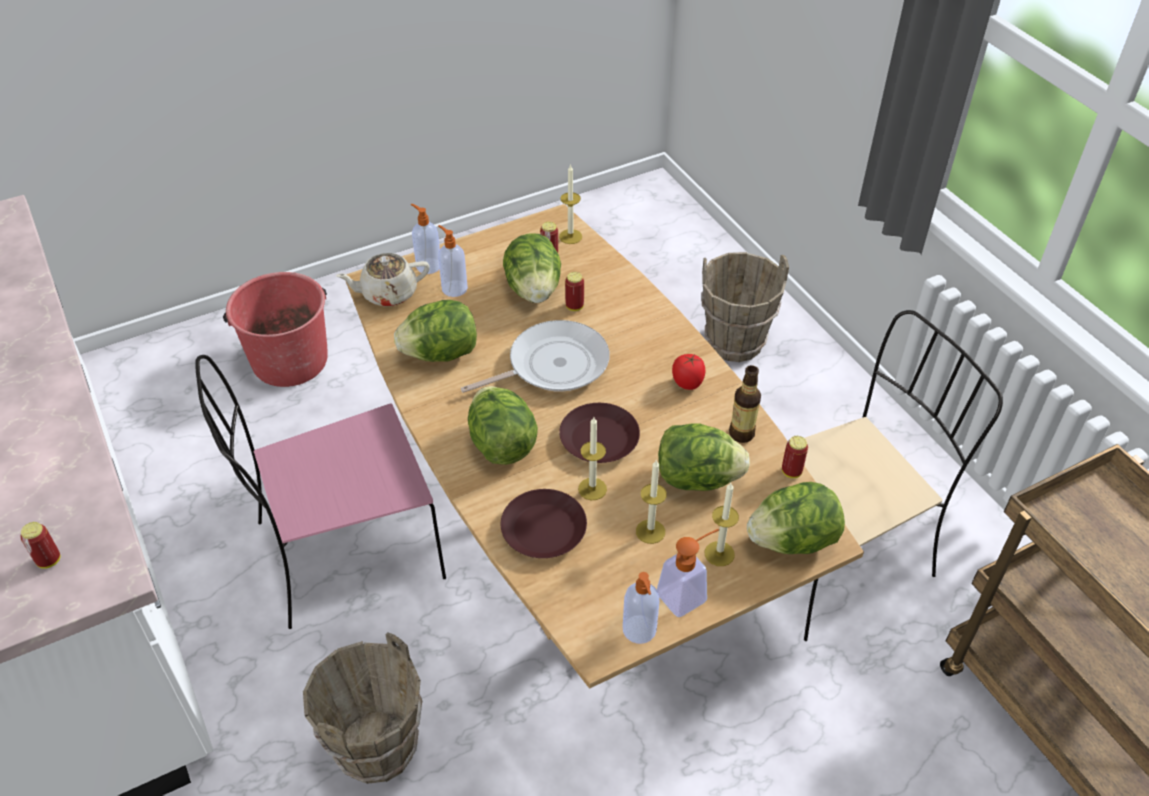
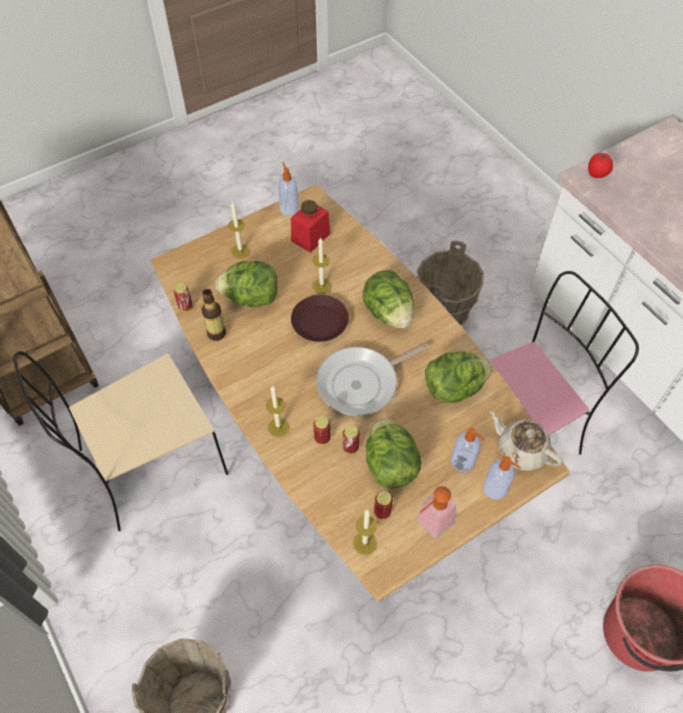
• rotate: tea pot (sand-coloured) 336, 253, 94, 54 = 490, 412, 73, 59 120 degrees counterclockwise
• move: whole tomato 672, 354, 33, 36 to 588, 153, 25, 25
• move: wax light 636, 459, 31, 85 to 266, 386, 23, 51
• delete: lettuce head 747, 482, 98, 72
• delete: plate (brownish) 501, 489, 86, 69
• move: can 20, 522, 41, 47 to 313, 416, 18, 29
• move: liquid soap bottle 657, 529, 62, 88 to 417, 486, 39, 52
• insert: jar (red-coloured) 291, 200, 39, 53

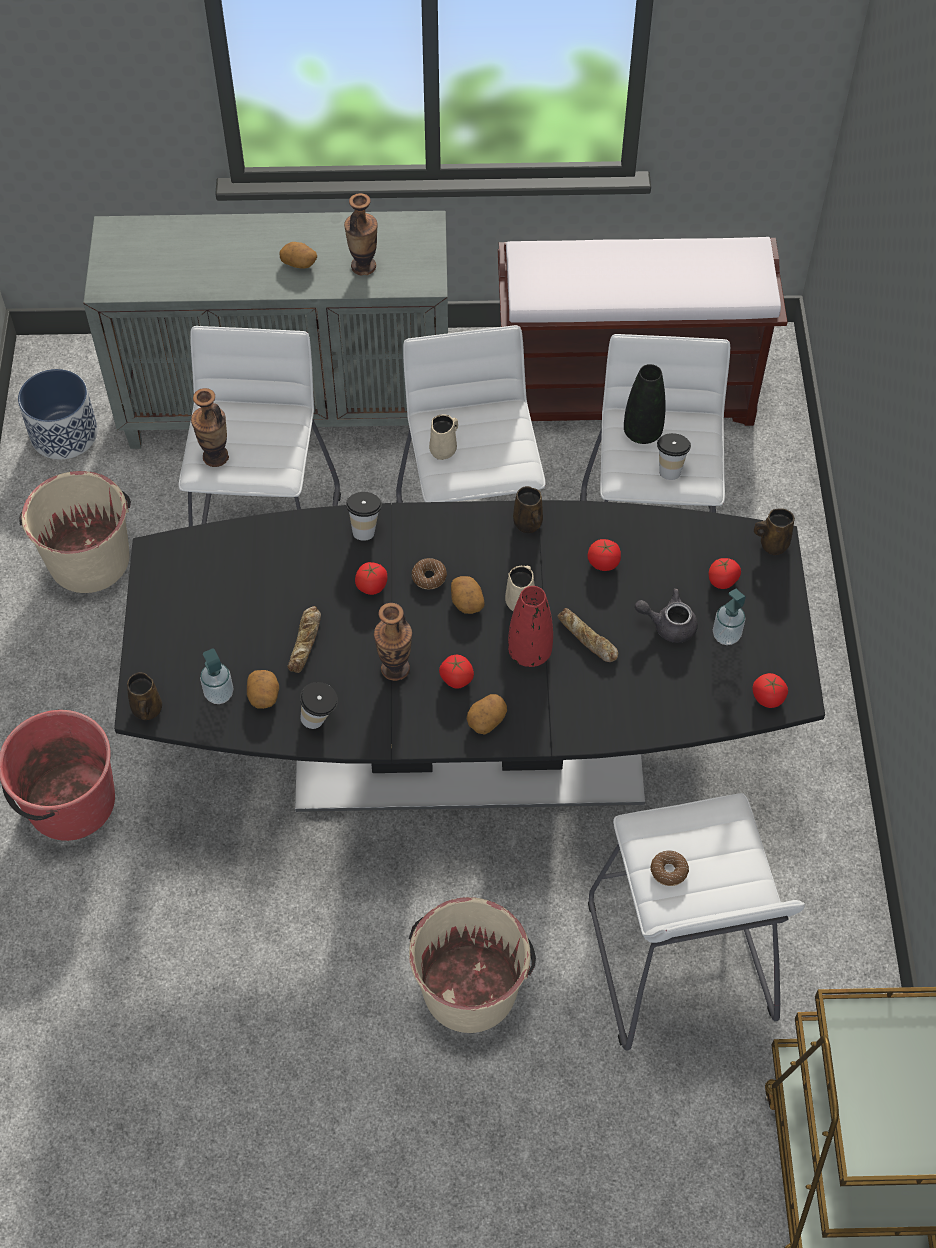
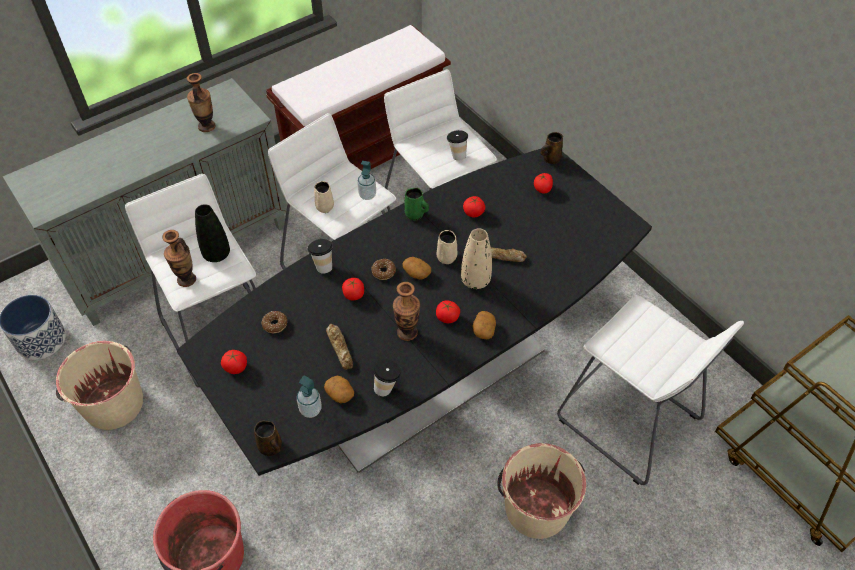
• delete: whole potato 279, 242, 38, 26
• move: vase (black-coloured) 624, 364, 42, 80 to 195, 204, 35, 58
• recolor: mug (brownish) 513, 486, 30, 47 to mug (green) 404, 188, 25, 33
• recolor: vase (red-coloured) 508, 586, 45, 81 to vase (sand-coloured) 461, 228, 31, 61
• delete: tea pot (gray) 635, 588, 63, 55
• move: liquid soap bottle 713, 589, 33, 56 to 357, 161, 19, 39
• move: whole tomato 752, 673, 36, 35 to 221, 350, 26, 24
• move: donut 650, 850, 39, 36 to 261, 311, 26, 22

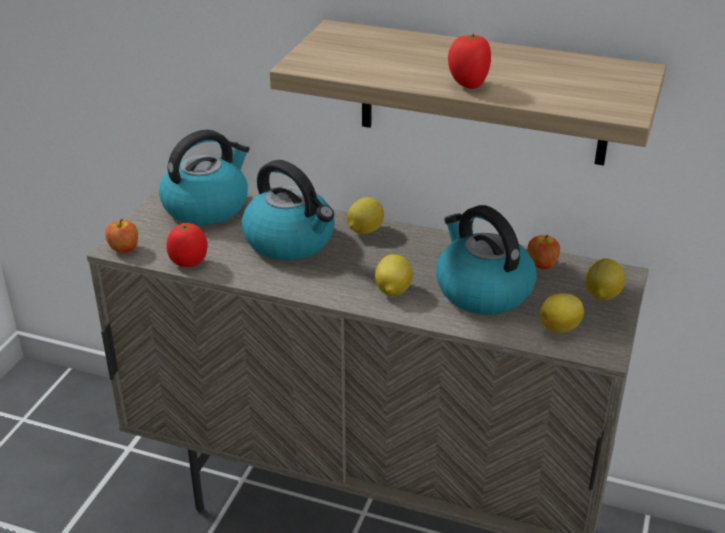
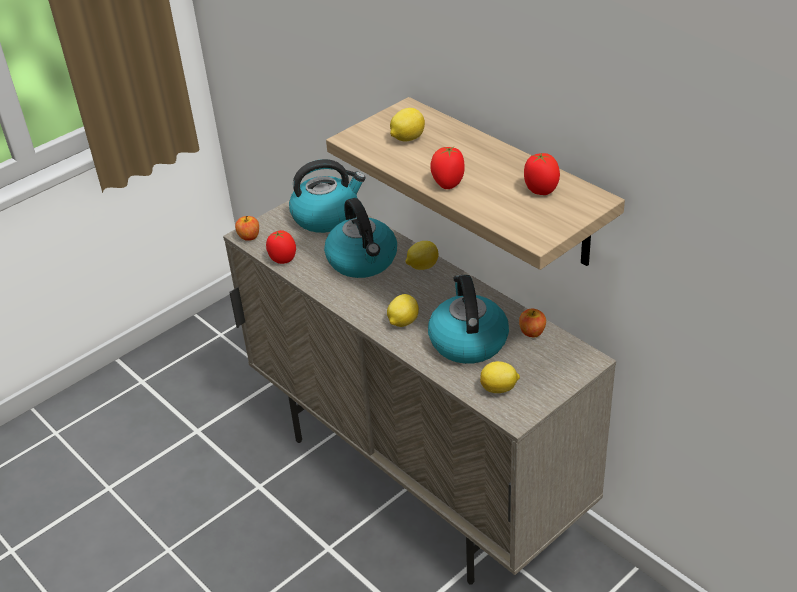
• move: citrus fruit 586, 259, 39, 41 to 390, 108, 35, 34
• insert: whole tomato 524, 153, 36, 42

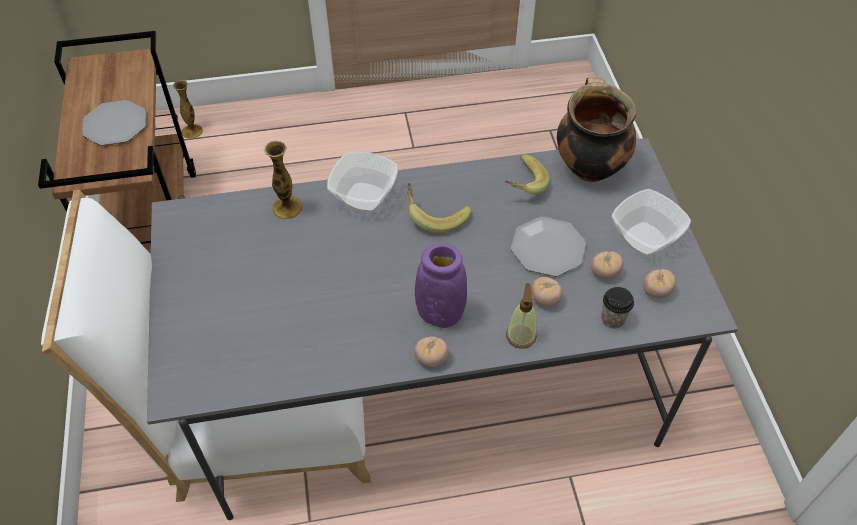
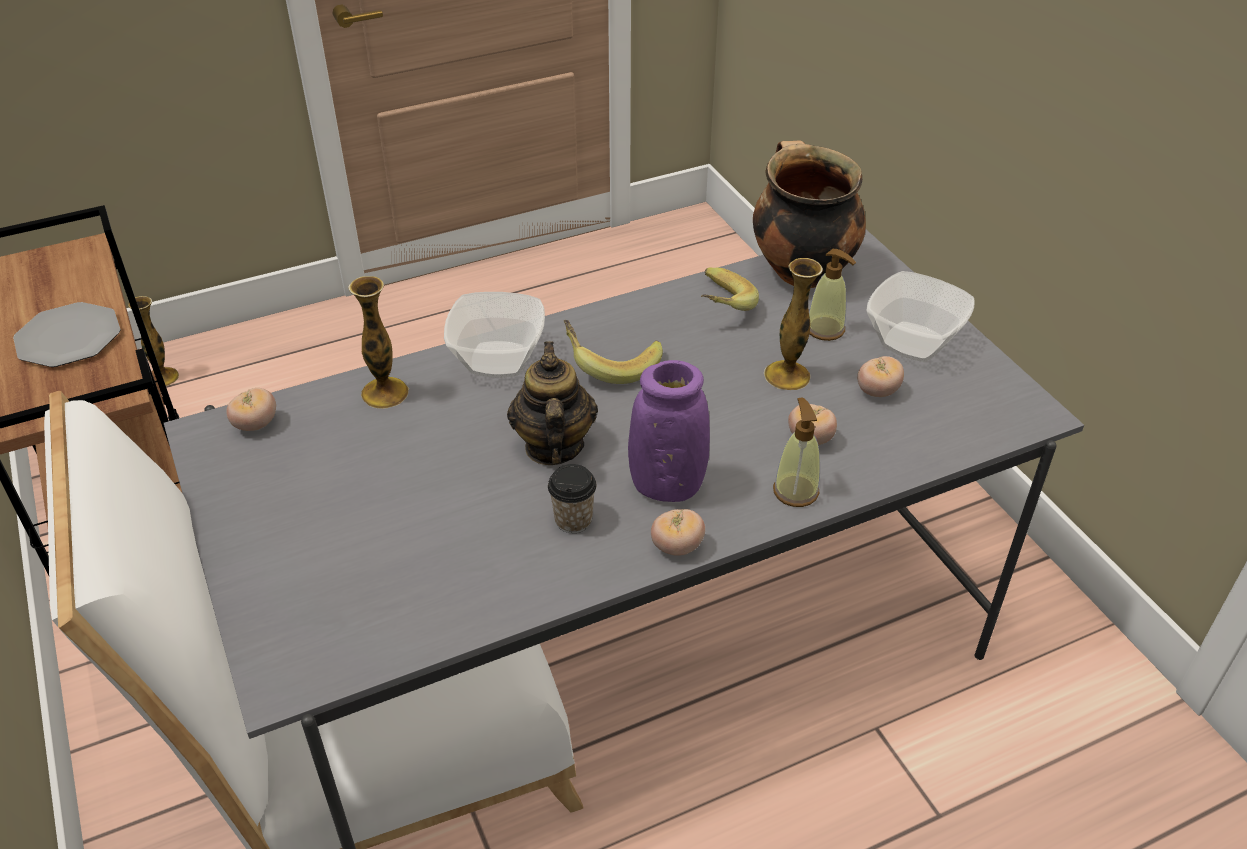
• replace: plate 511, 217, 75, 60 to vase 764, 258, 59, 132
• move: whole tomato 643, 269, 33, 29 to 226, 388, 50, 43
• move: drinking cup 601, 287, 33, 41 to 548, 464, 49, 69
• insert: liquid soap bottle 809, 249, 47, 92
• insert: tea pot 507, 341, 91, 124

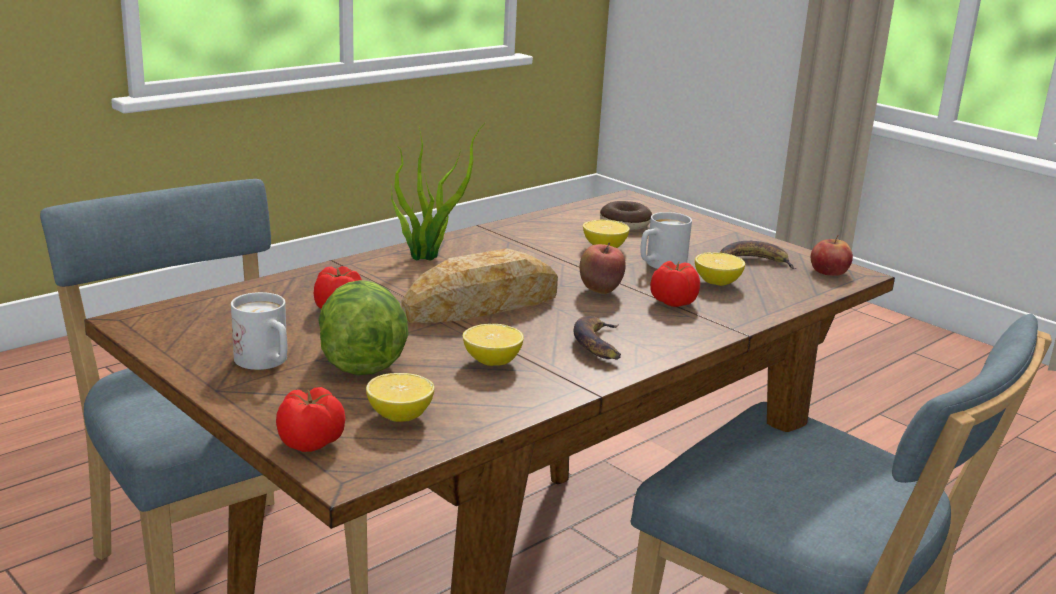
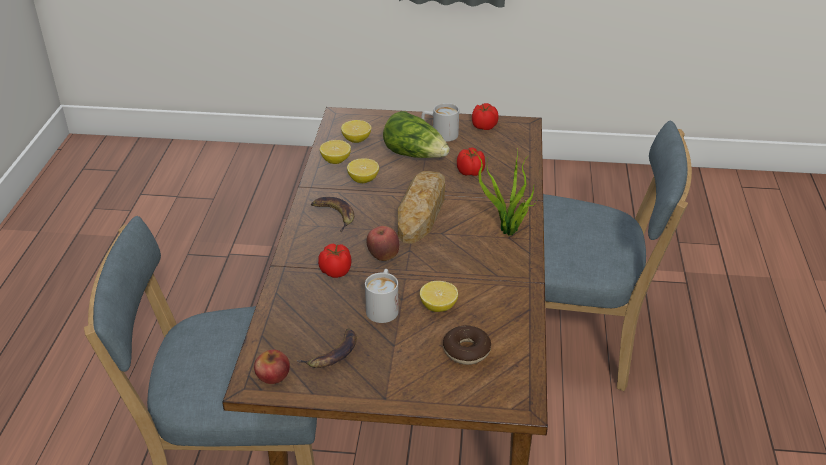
• move: citrus fruit 695, 252, 50, 34 to 320, 140, 31, 24
• move: whole tomato 276, 387, 70, 65 to 472, 103, 26, 27

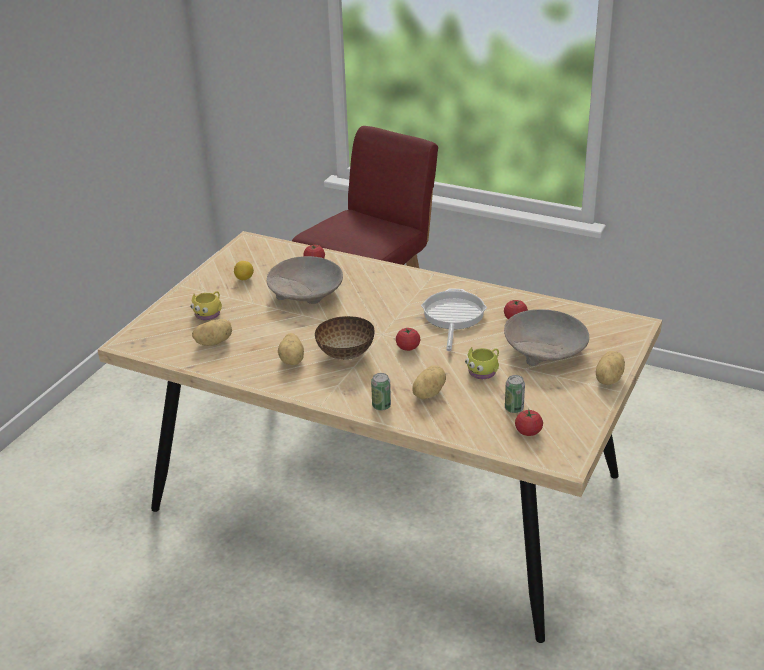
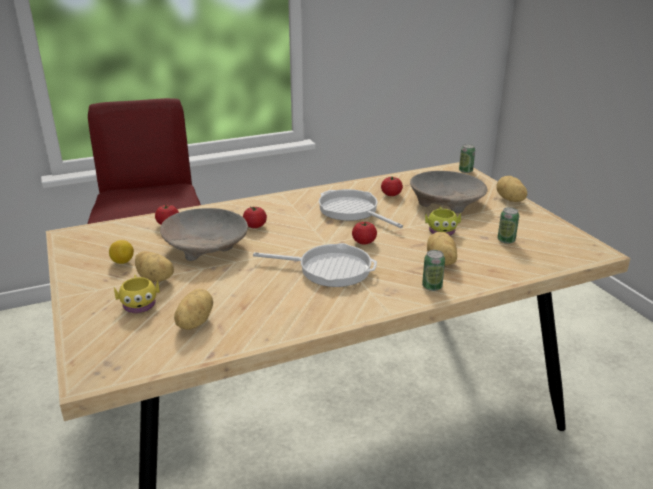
• replace: deep dish 315, 316, 60, 44 to pan 253, 243, 124, 44
• move: whole potato 278, 333, 26, 32 to 135, 251, 39, 31
• move: whole tomato 515, 409, 28, 27 to 243, 207, 24, 21
• insert: can 459, 144, 16, 29

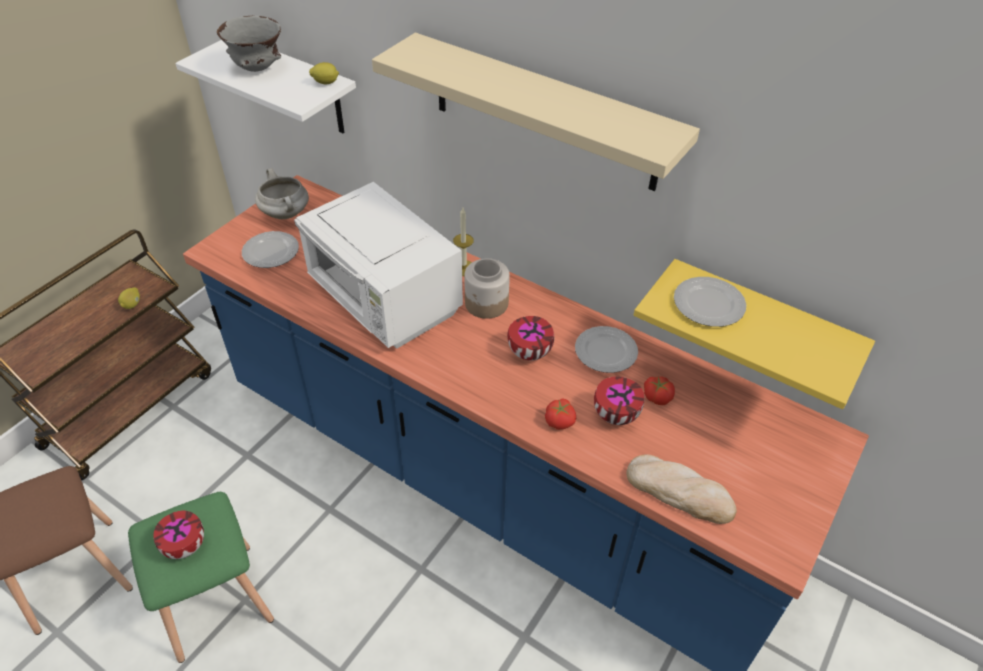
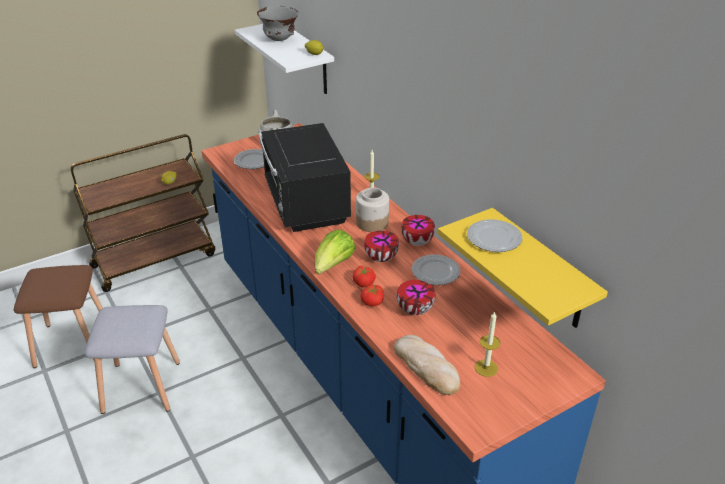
• delete: shelf (sand-coloured) 372, 33, 328, 158
• recolor: microwave (white-coloured) 294, 182, 169, 167 to microwave (black-coloured) 259, 123, 92, 109
• move: whole tomato 644, 377, 31, 28 to 353, 266, 23, 21
• recolor: stool (green) 128, 492, 146, 171 to stool (gray) 85, 305, 95, 109
• move: deep dish 153, 511, 51, 48 to 401, 215, 34, 31
• insert: lettuce head 315, 229, 40, 46
• insert: wax light 475, 311, 25, 66

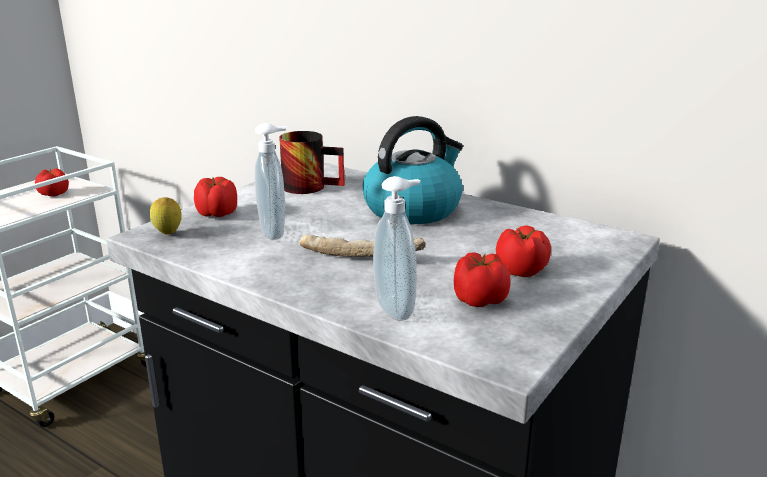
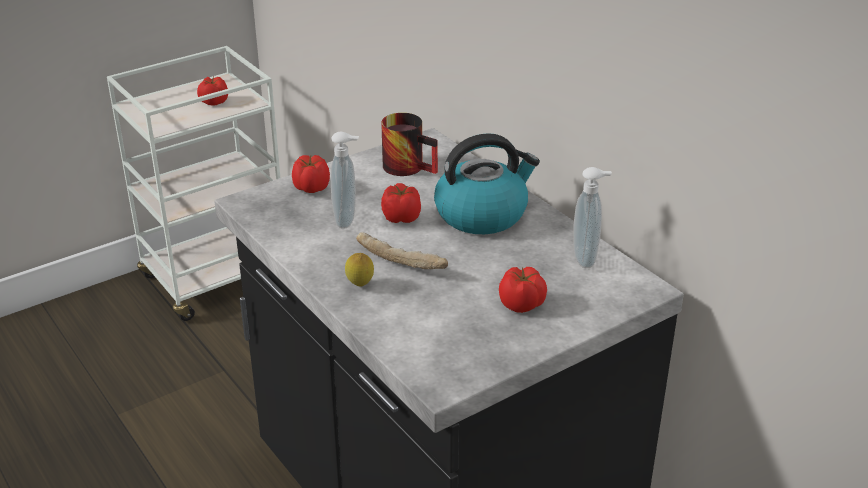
• move: liquid soap bottle 373, 176, 47, 145 to 573, 167, 39, 101
• move: citrus fruit 150, 197, 32, 38 to 345, 253, 29, 34
• move: whole tomato 454, 252, 57, 55 to 381, 183, 40, 40

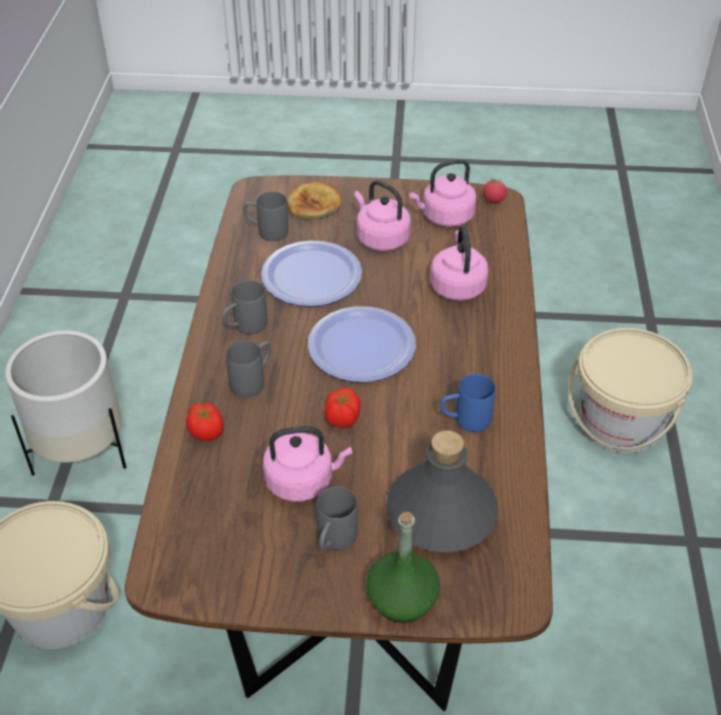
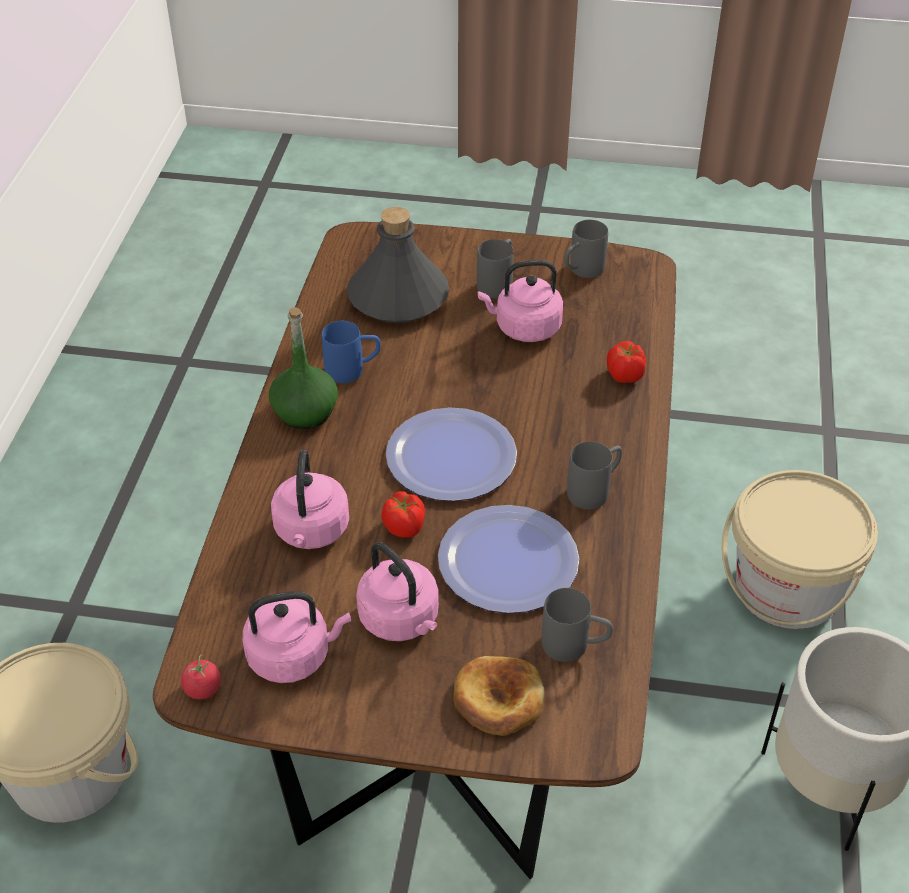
• move: mug (gray) 226, 340, 45, 58 to 564, 220, 44, 58
• move: whole tomato 325, 388, 36, 40 to 382, 491, 43, 47
• move: beverage bottle (green) 366, 512, 74, 111 to 269, 307, 69, 122

